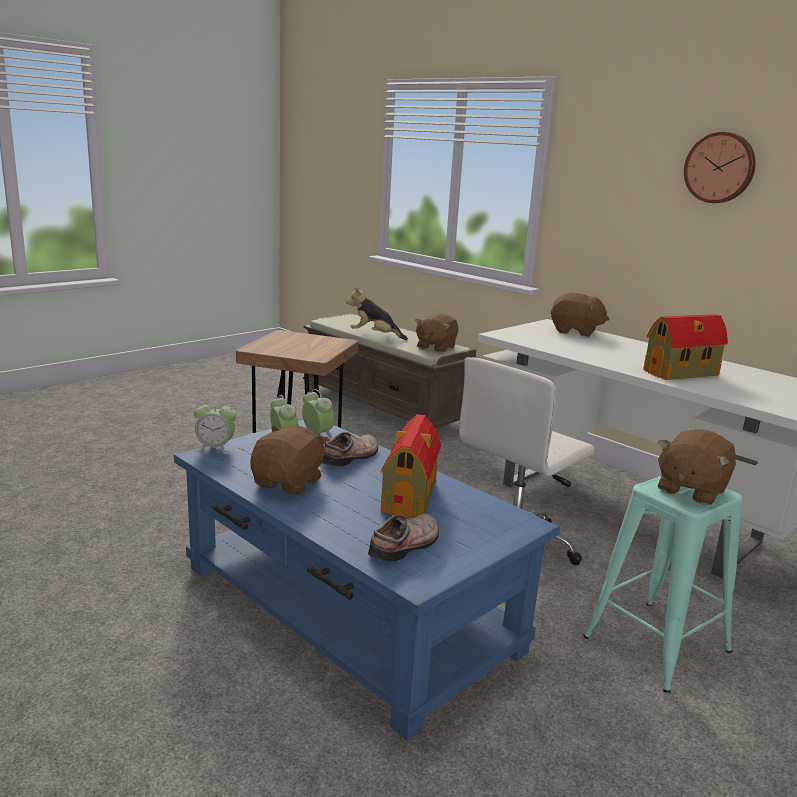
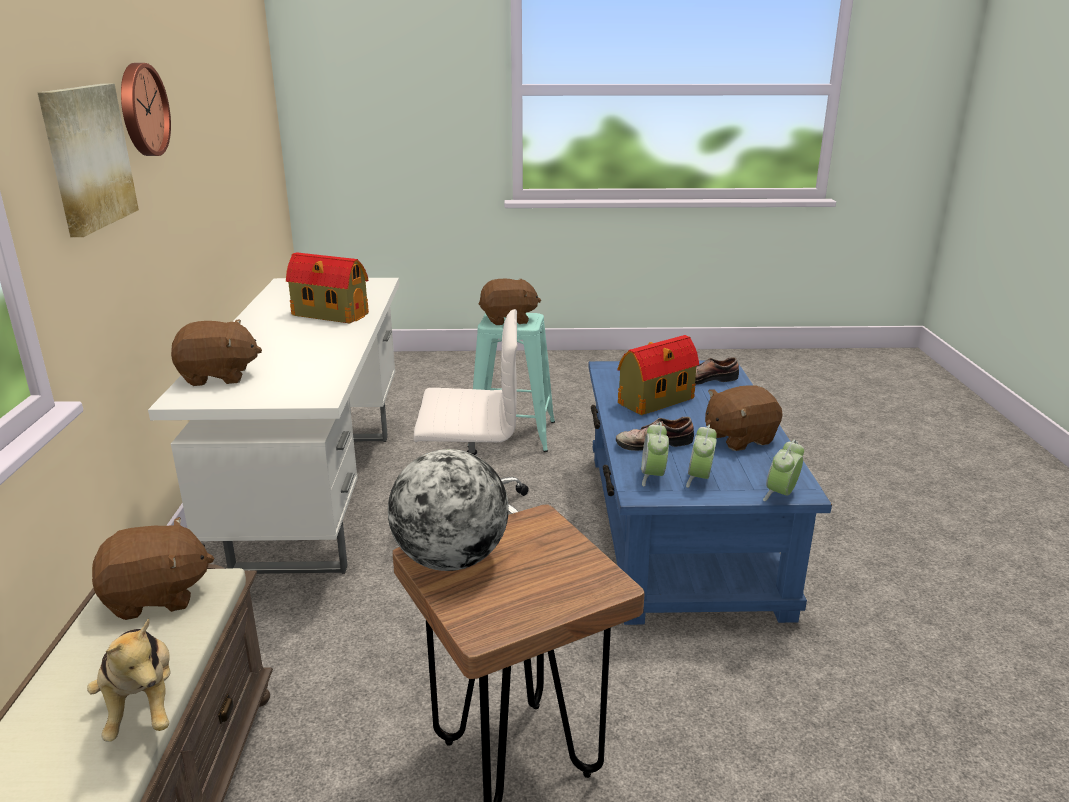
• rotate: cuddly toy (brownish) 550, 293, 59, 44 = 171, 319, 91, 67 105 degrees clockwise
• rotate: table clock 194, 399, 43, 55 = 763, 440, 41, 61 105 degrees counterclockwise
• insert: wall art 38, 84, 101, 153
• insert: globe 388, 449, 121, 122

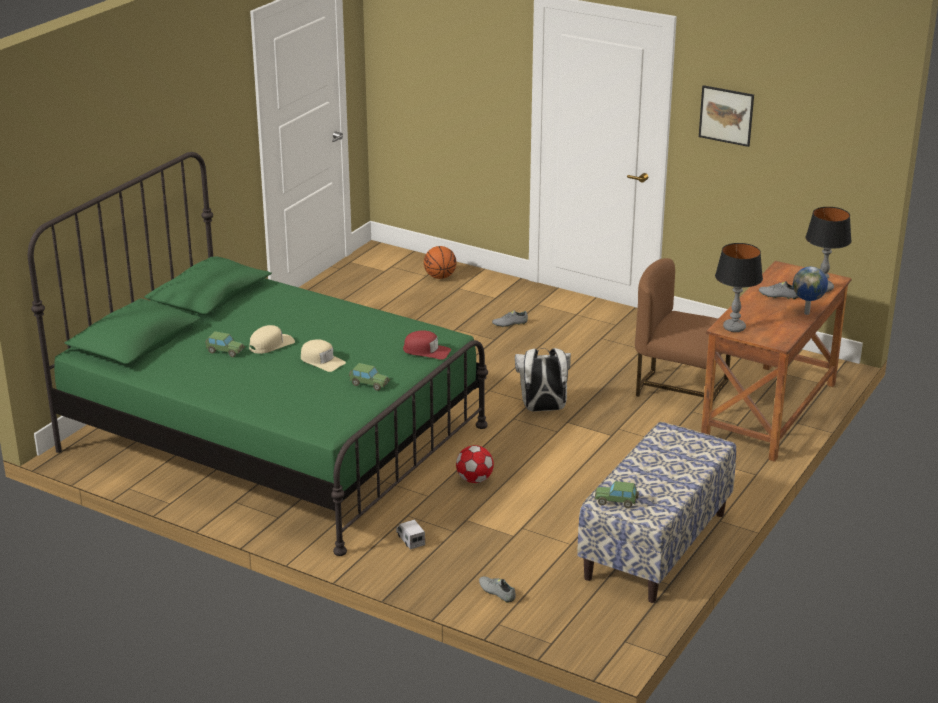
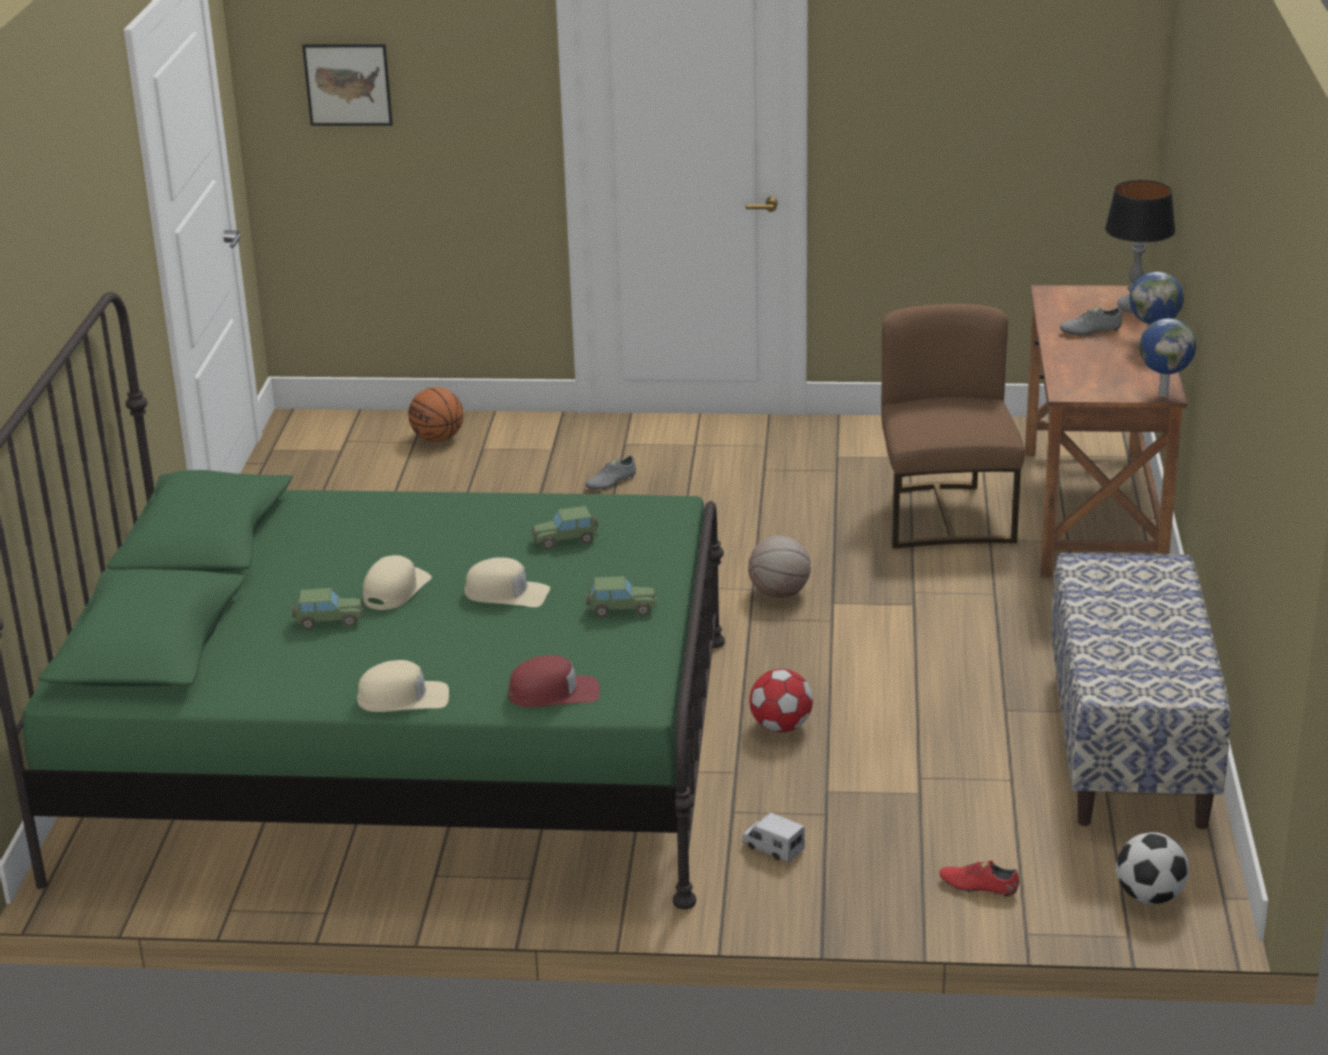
• move: wall art 699, 85, 55, 62 to 302, 44, 91, 82
• delete: table lamp 715, 243, 48, 89
• rotate: plain chair (brownish) 635, 258, 96, 144 = 881, 304, 144, 245 90 degrees clockwise
• move: peaked cap (red-coloured) 403, 330, 48, 30 to 508, 655, 92, 52
• replace: rucksack (white-coloured) 515, 348, 56, 64 to basketball 748, 535, 63, 63
• move: model car 594, 481, 45, 27 to 531, 506, 67, 44
• recolor: shoe (gray) 479, 576, 37, 27 to shoe (red-coloured) 940, 861, 79, 36
• insert: globe 1139, 318, 57, 79
• insert: peaked cap (sand-coloured) 357, 660, 92, 52
• insert: football 1116, 832, 73, 72

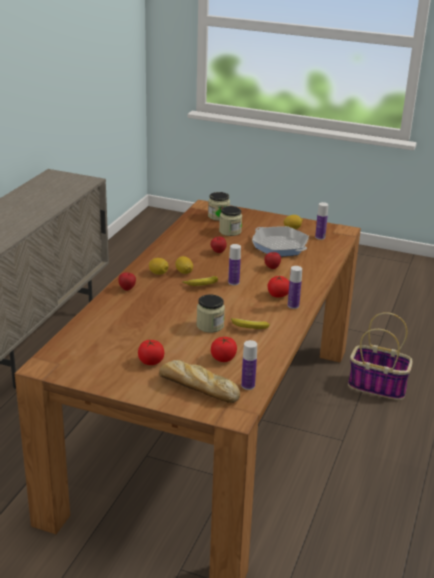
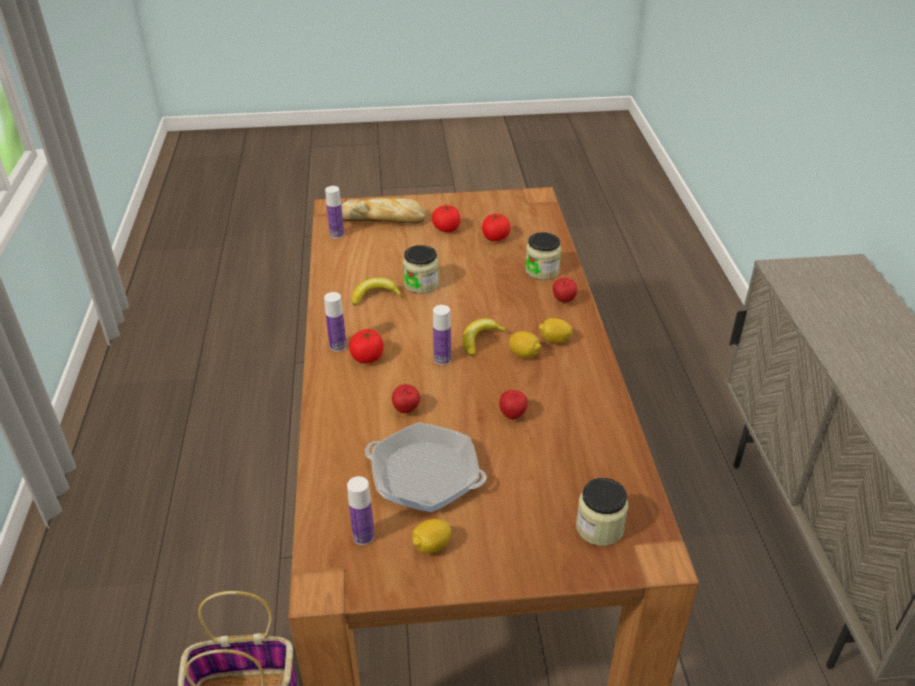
• move: jar 219, 206, 23, 30 to 525, 232, 36, 48
• move: whole tomato 211, 337, 26, 25 to 482, 214, 29, 27

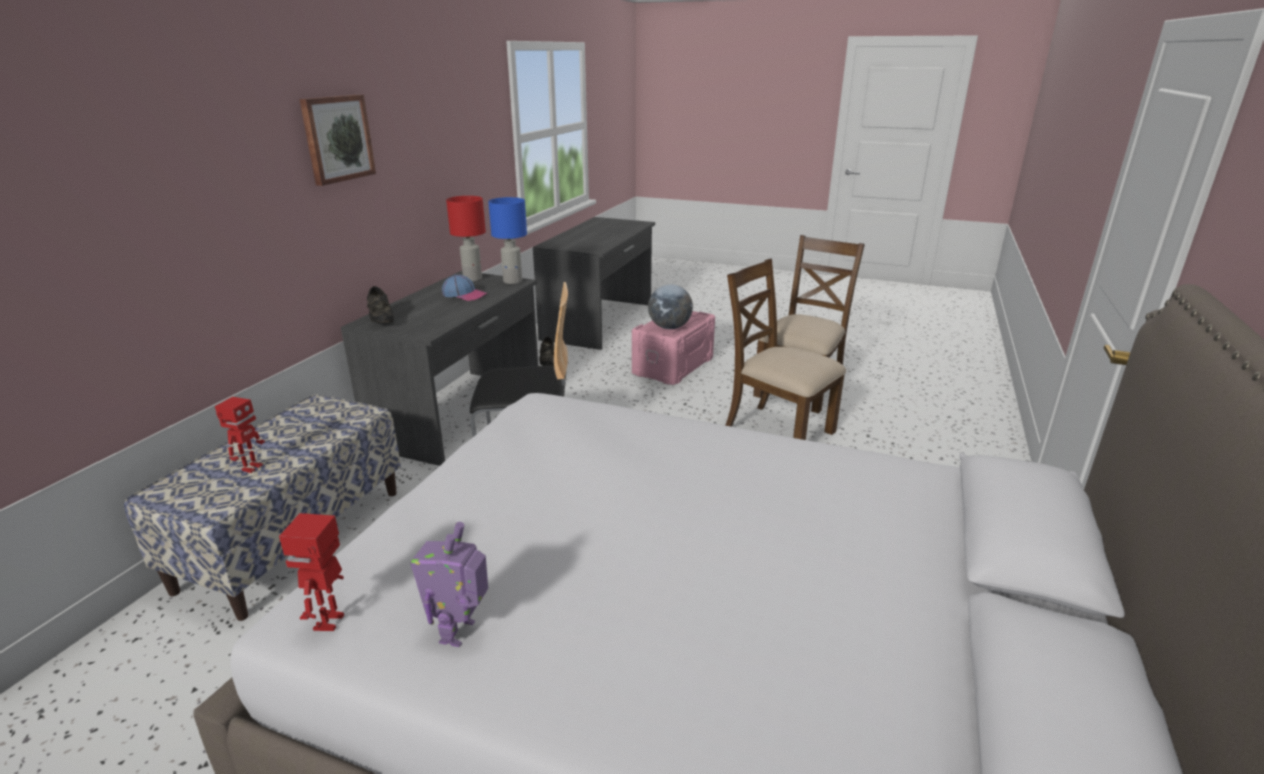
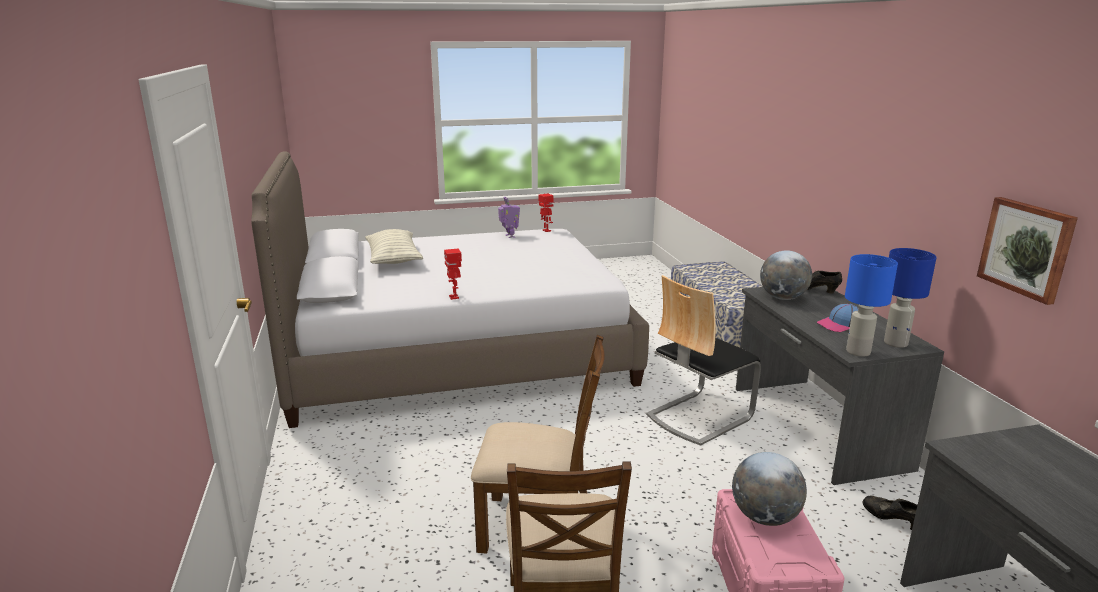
• move: wall art 299, 95, 77, 91 to 977, 197, 101, 108
• recolor: table lamp (red-coloured) 446, 196, 40, 86 to table lamp (blue) 884, 248, 53, 100
• move: robot figure 215, 397, 50, 76 to 444, 248, 18, 52
• insert: cushion 365, 229, 58, 35
• insert: globe 760, 250, 52, 50

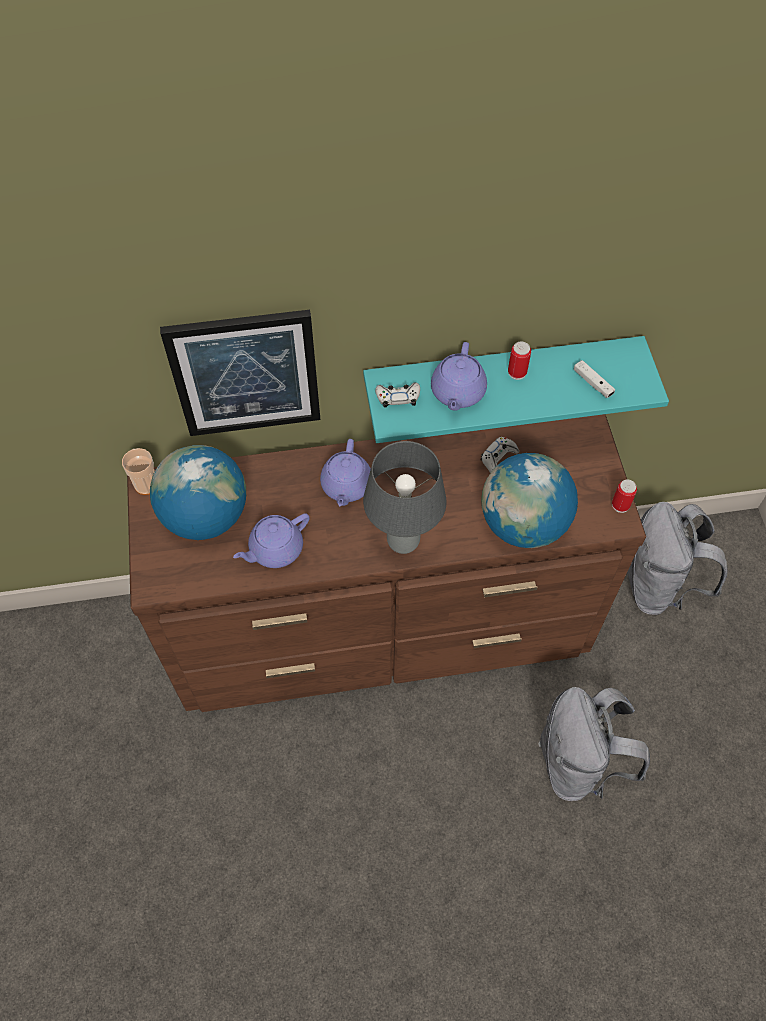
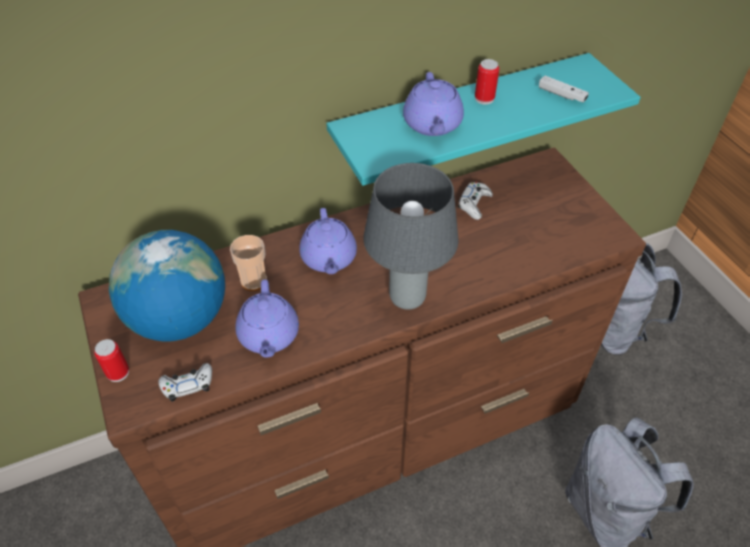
• delete: wall art 160, 310, 160, 126
• move: gamepad (white-coloured) 375, 382, 45, 26 to 158, 363, 54, 39
• move: drinking cup 122, 448, 33, 47 to 230, 235, 37, 56
• delete: globe 481, 453, 97, 95
• move: can 612, 479, 25, 34 to 94, 339, 35, 43
• rotate: tea pot (purple-coloured) 233, 513, 76, 55 = 235, 279, 64, 79 45 degrees counterclockwise

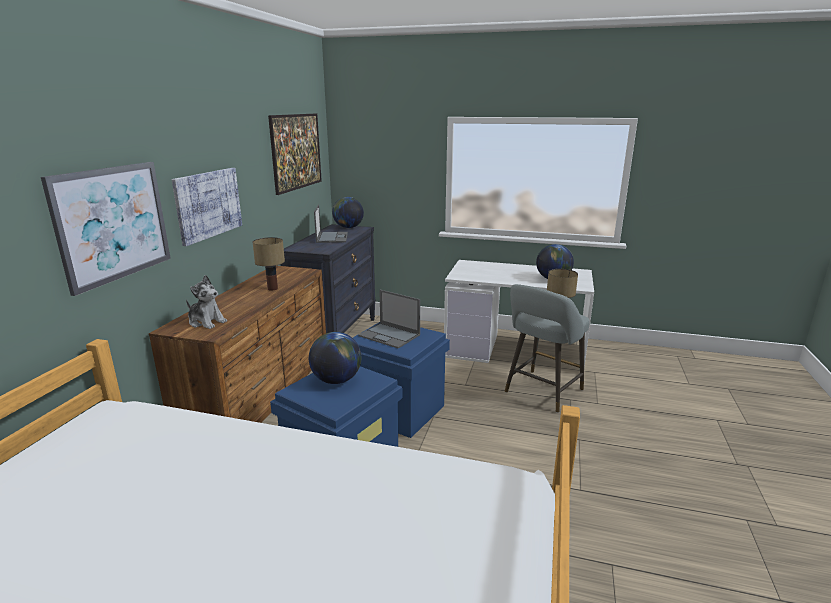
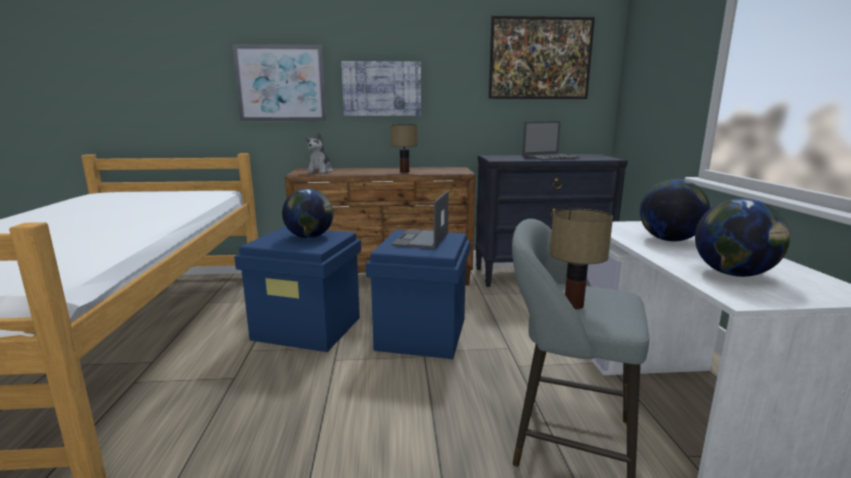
• move: globe 332, 197, 32, 31 to 640, 179, 70, 62

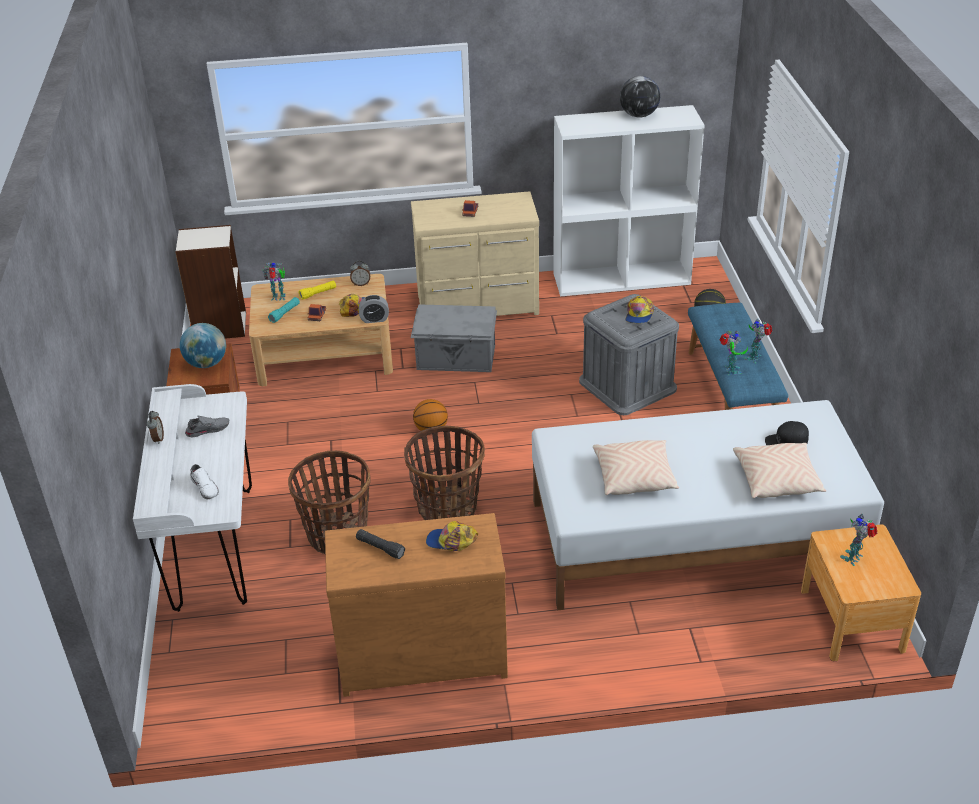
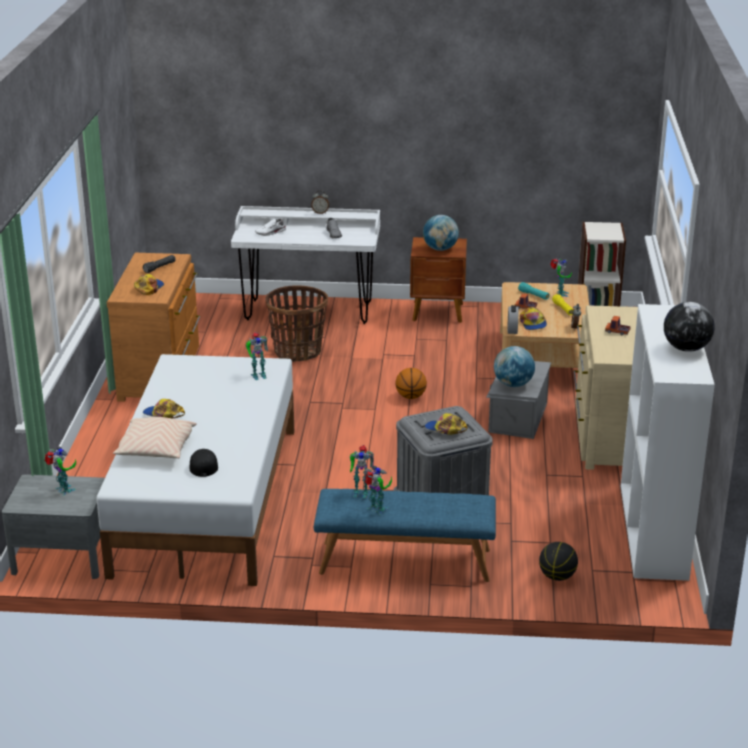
• delete: household basket 404, 426, 81, 94
• delete: cushion (sand-coloured) 593, 440, 86, 55
• recolor: night table (brownish) 801, 524, 120, 137 to night table (gray) 2, 474, 103, 105
• insert: robot figure 245, 332, 23, 48
• insert: globe 494, 346, 41, 41
• insert: peaked cap 143, 399, 42, 20

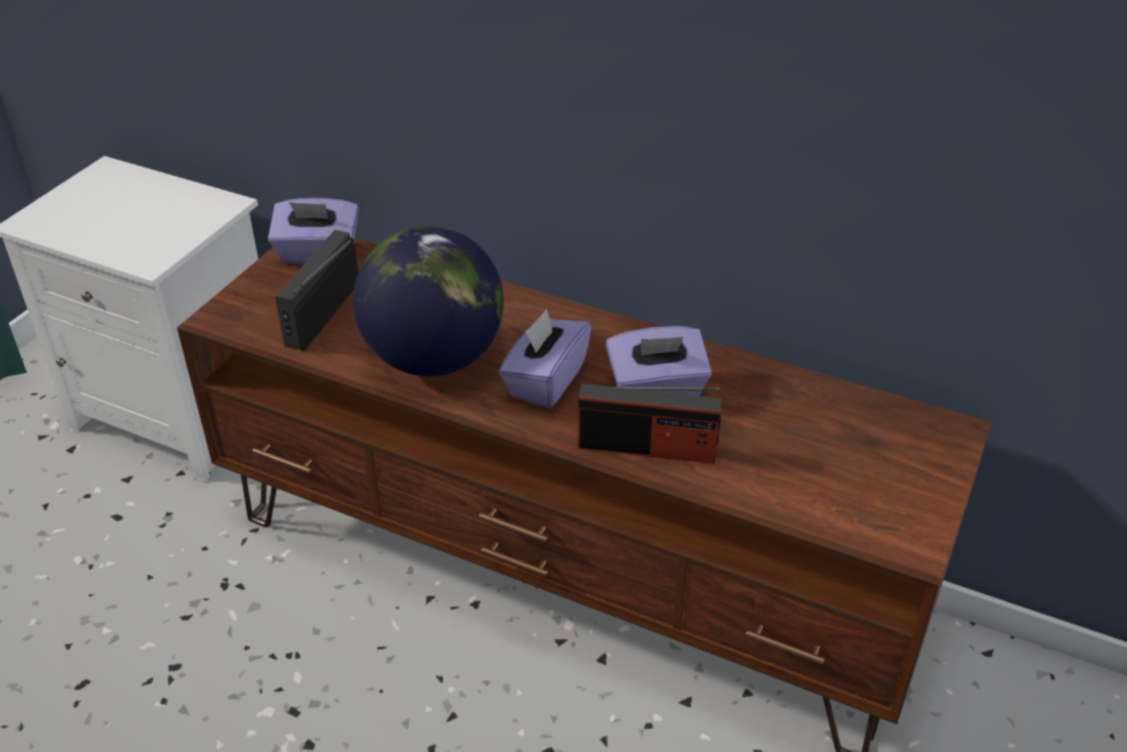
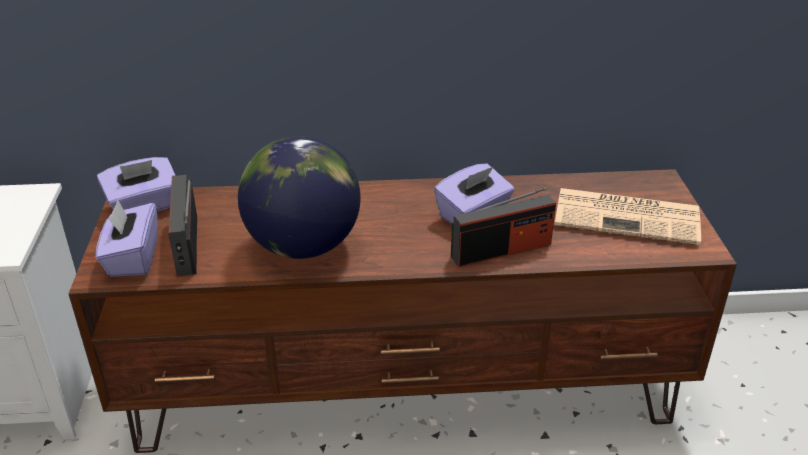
• move: tissue holder (purple-coloured) 499, 309, 93, 99 to 96, 200, 62, 77
• insert: newspaper 554, 188, 147, 57

